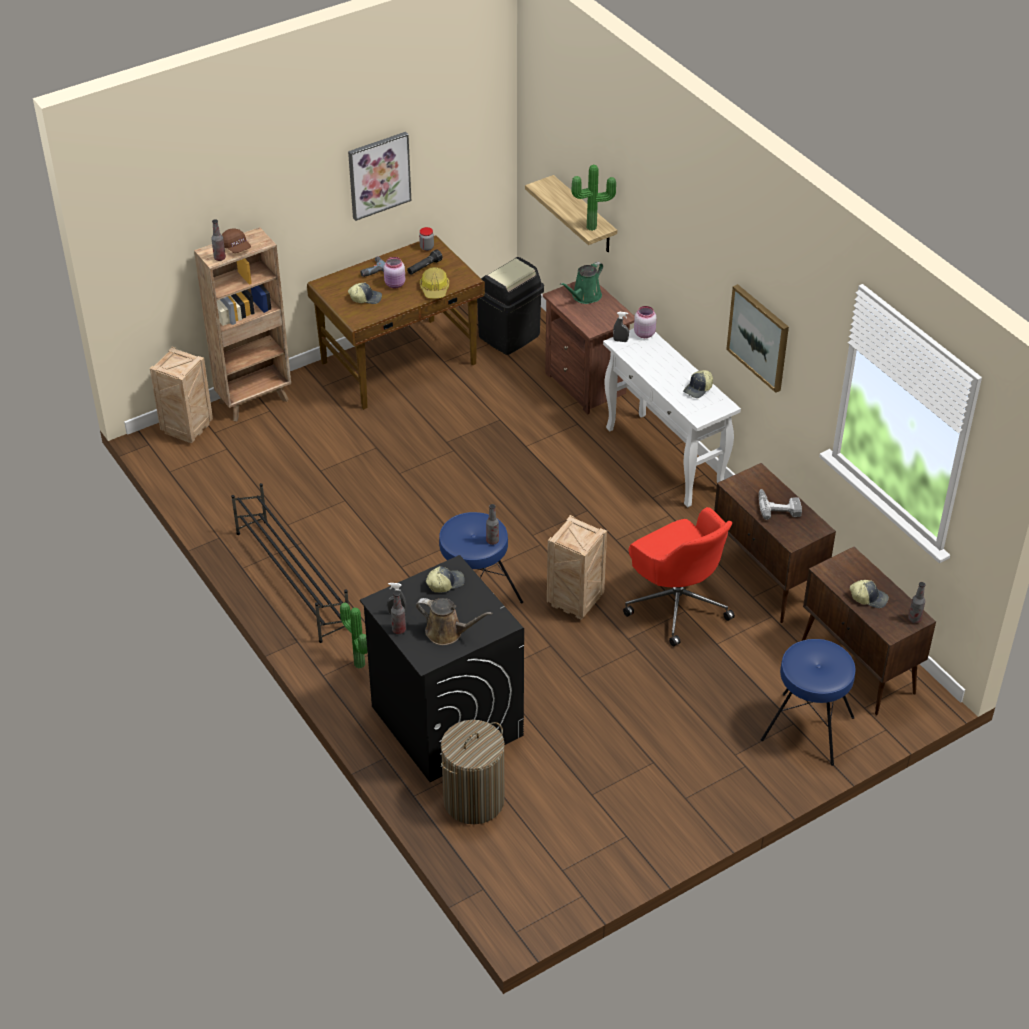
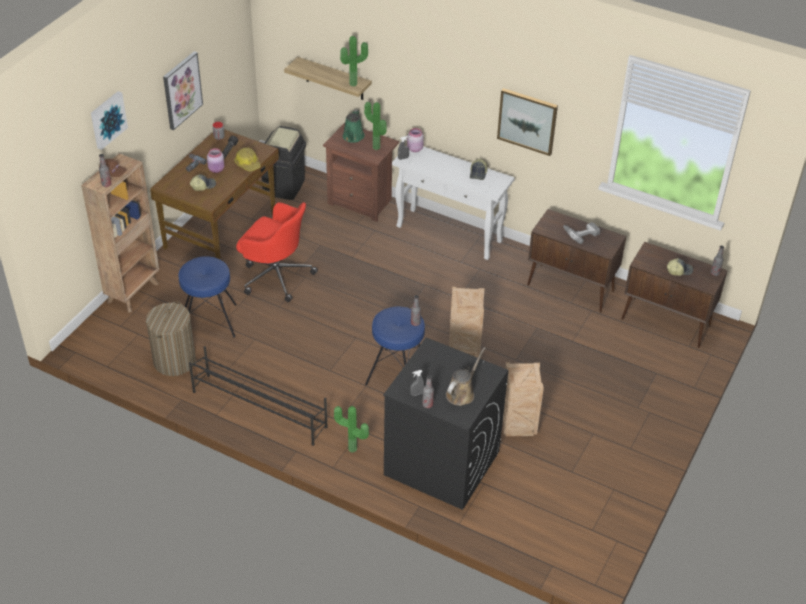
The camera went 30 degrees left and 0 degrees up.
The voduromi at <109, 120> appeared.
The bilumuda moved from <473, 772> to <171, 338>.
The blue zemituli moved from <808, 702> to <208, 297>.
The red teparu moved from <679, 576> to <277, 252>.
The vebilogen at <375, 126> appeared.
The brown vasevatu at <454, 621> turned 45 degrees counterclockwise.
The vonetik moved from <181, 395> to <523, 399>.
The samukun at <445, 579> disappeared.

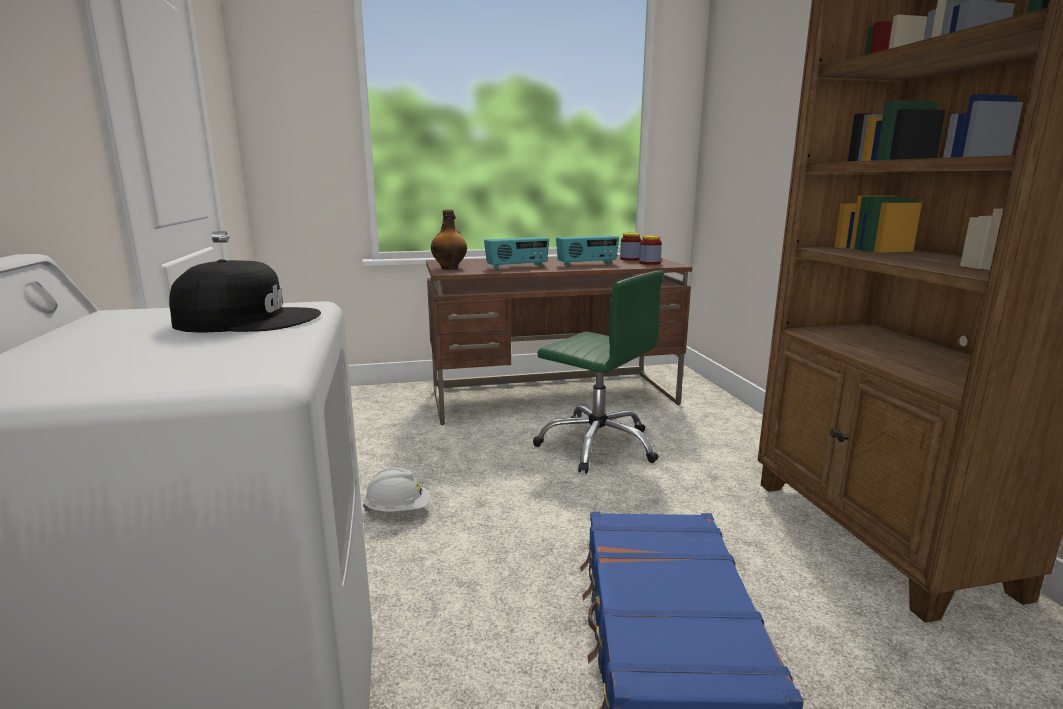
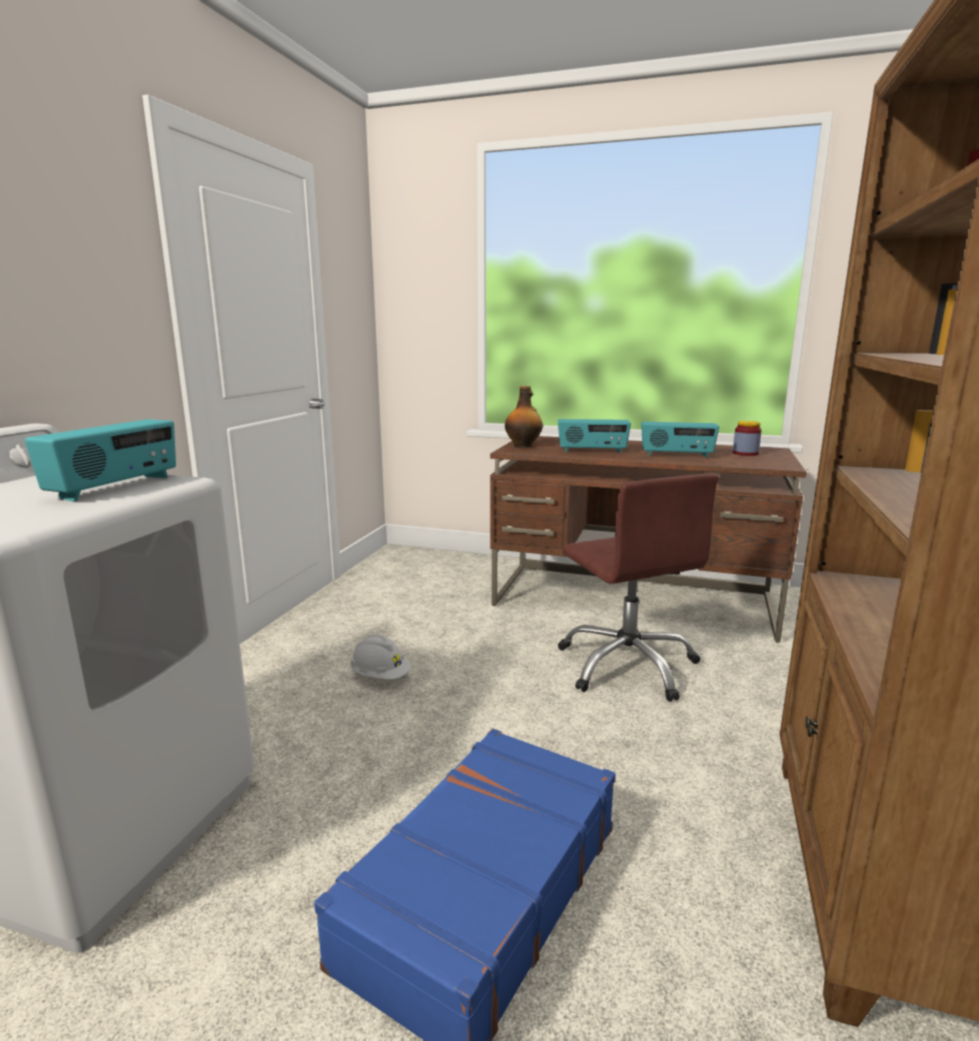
The camera went 30 degrees right and 0 degrees up.
The black samukun at <245, 296> was replaced by the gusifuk at <100, 460>.
The green teparu at <598, 372> became the brown teparu at <638, 588>.
The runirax at <650, 250> disappeared.

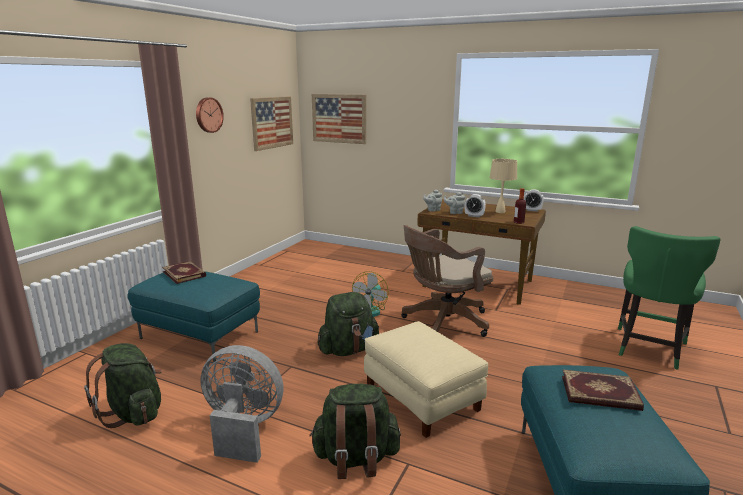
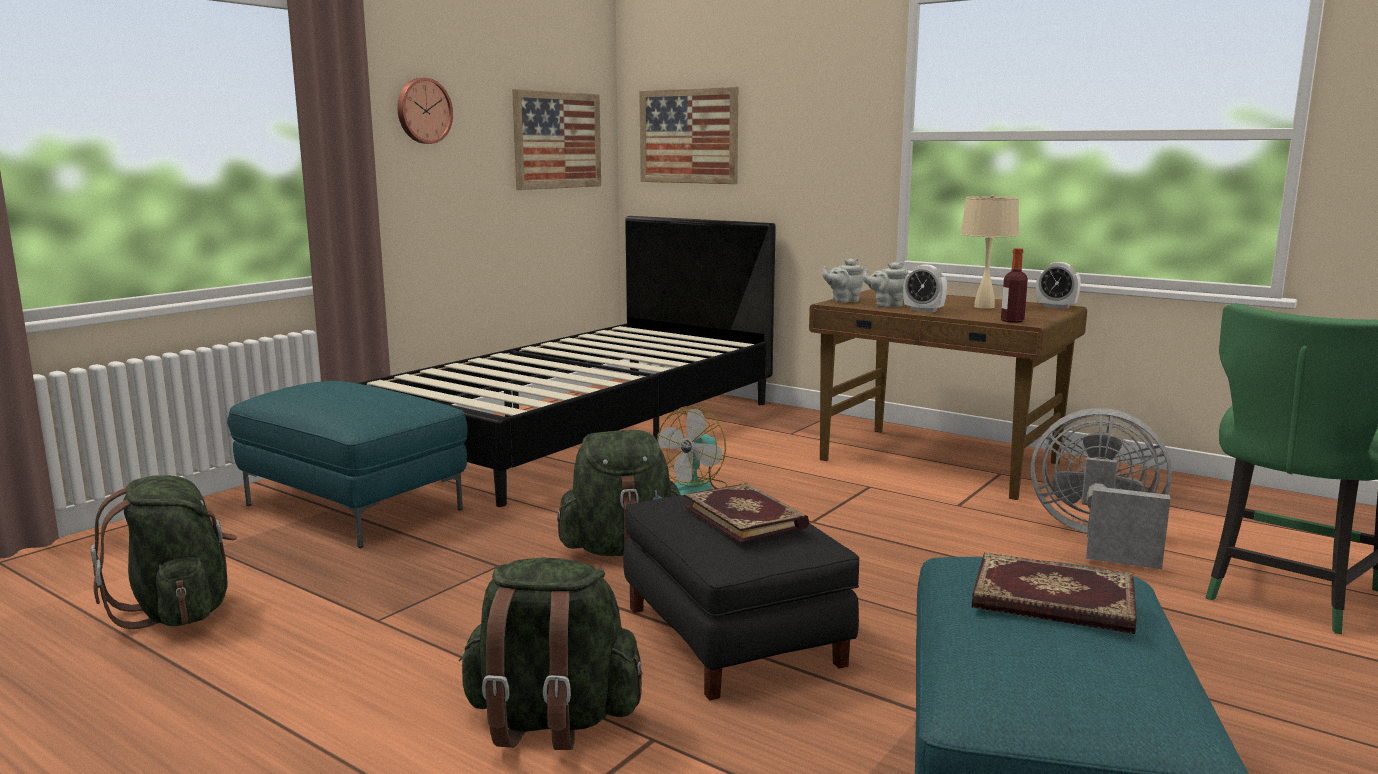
The camera went 10 degrees right and 5 degrees down.
The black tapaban at <567, 361> appeared.
The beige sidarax at <426, 379> became the black sidarax at <741, 597>.
The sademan moved from <184, 272> to <746, 513>.
The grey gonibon moved from <242, 404> to <1101, 488>.
The brown teparu at <447, 281> disappeared.

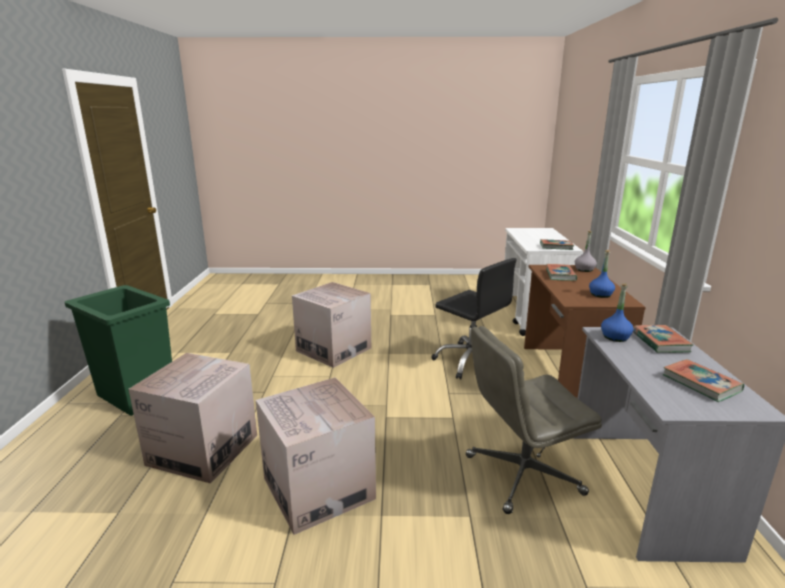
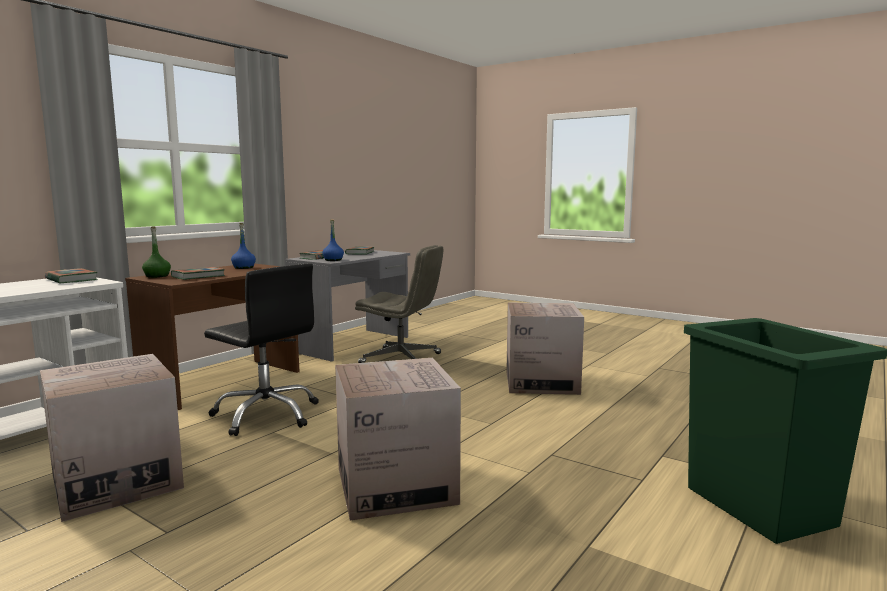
The camera went 145 degrees left and 10 degrees down.
The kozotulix moved from <192, 418> to <112, 438>.
The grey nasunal at <586, 251> became the green nasunal at <156, 252>.
The black teparu at <474, 319> turned 135 degrees clockwise.

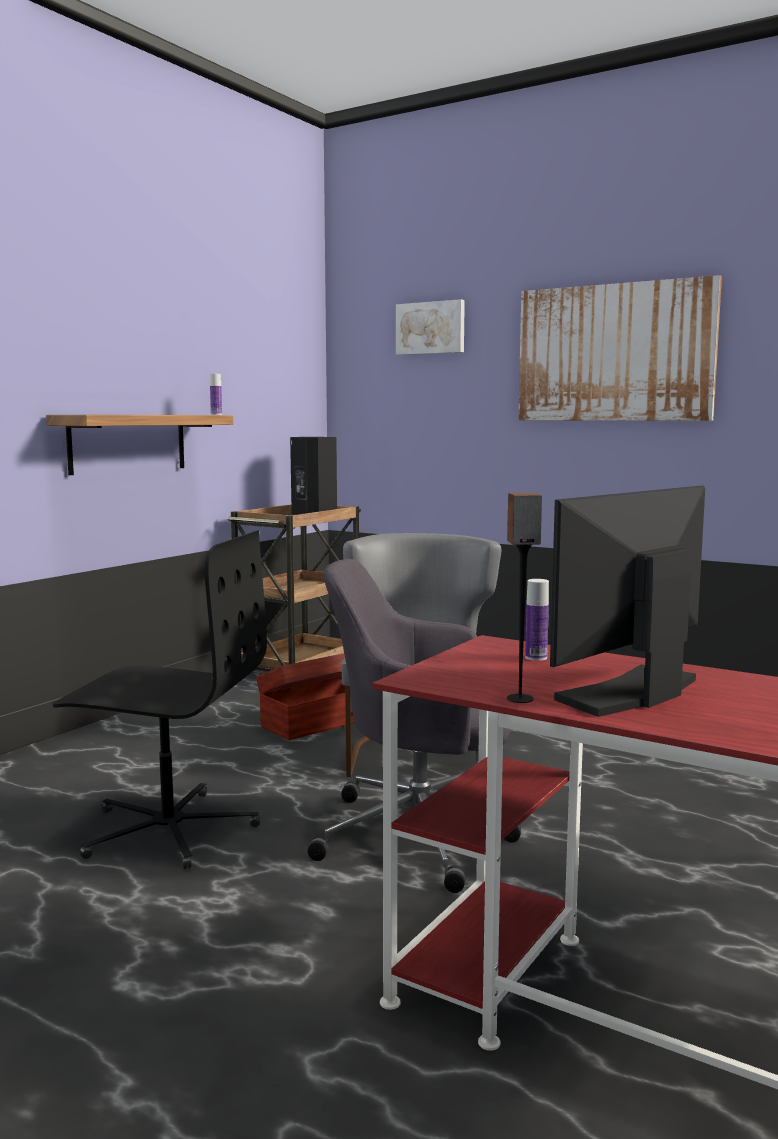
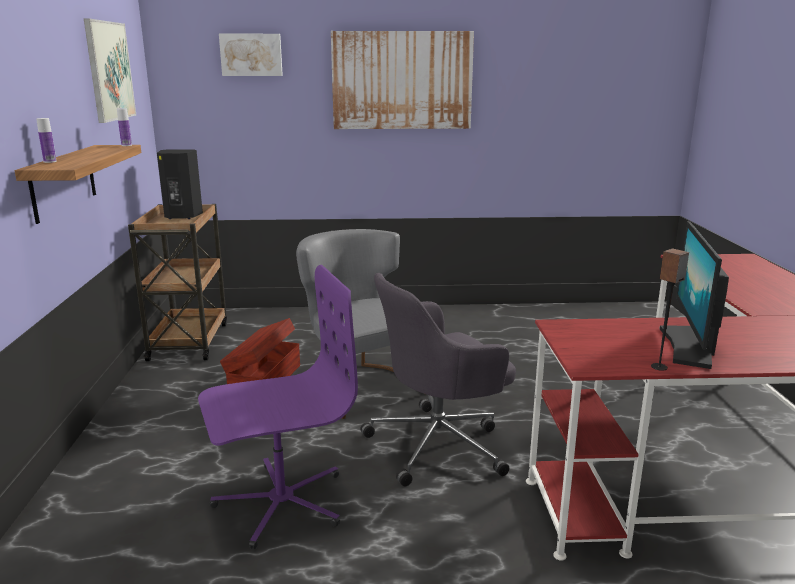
The camera went 35 degrees left and 10 degrees up.
The nasunal moved from <537, 620> to <46, 140>.
The voduromi at <110, 71> appeared.
The black teparu at <160, 699> became the purple teparu at <278, 407>.

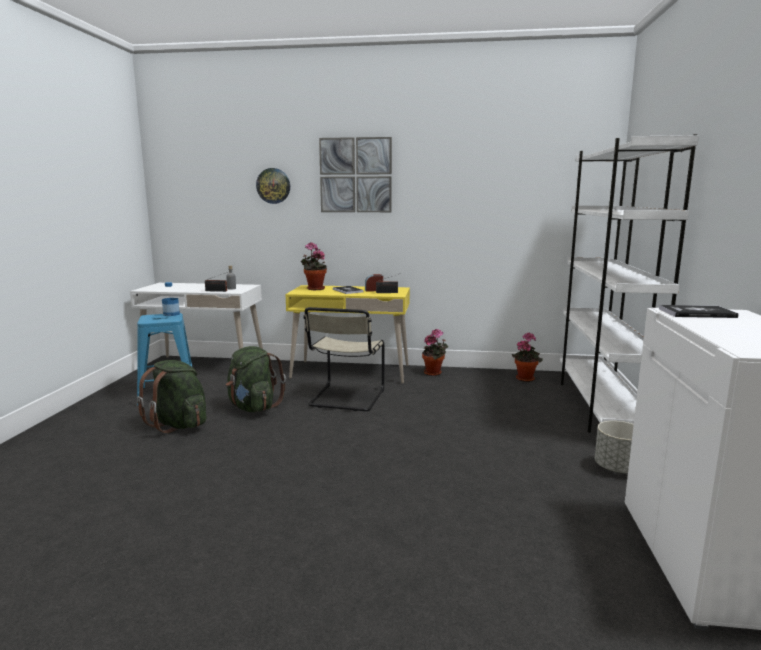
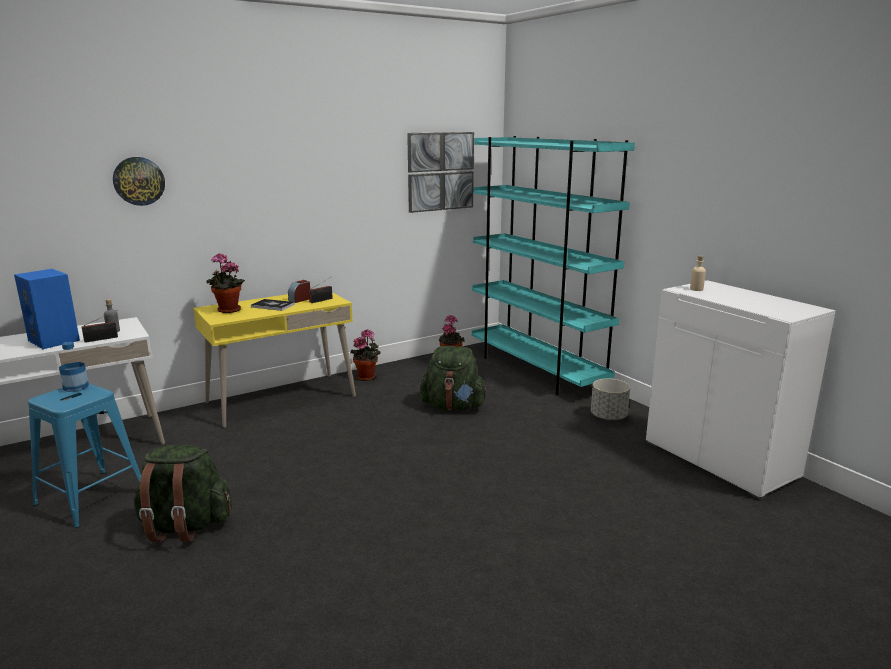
The camera went 40 degrees left and 5 degrees up.
The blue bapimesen at <47, 309> appeared.
The voduromi moved from <355, 174> to <440, 172>.
The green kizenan moved from <256, 379> to <453, 378>.
The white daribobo at <629, 283> became the turquoise daribobo at <553, 265>.
The sademan at <699, 311> was replaced by the beige nasunal at <698, 273>.
The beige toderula at <343, 359> disappeared.

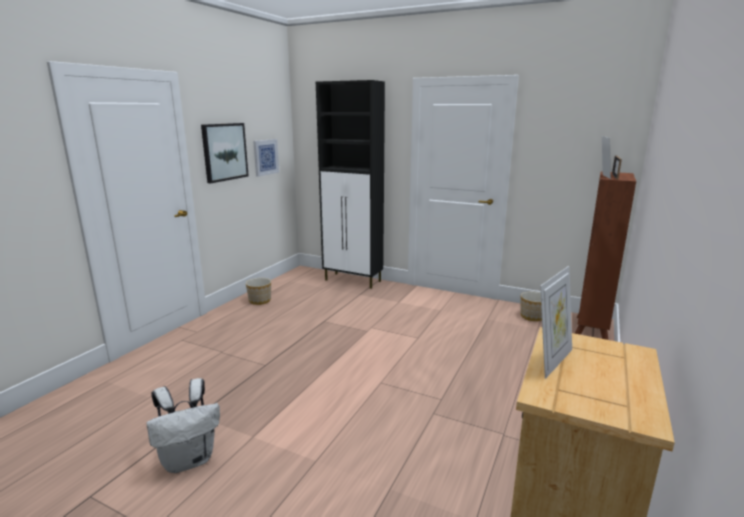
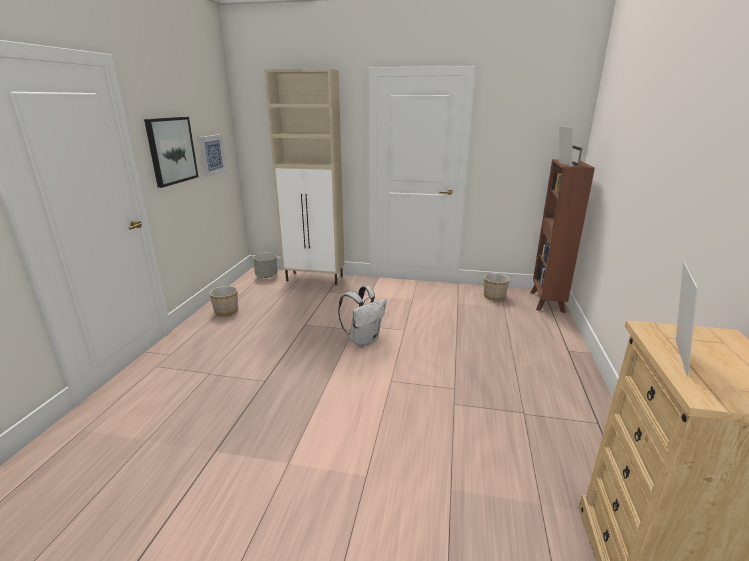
The camera went 15 degrees left and 5 degrees up.
The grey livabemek at <265, 265> appeared.
The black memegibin at <350, 184> became the beige memegibin at <304, 177>.
The white kizenan moved from <183, 425> to <362, 316>.

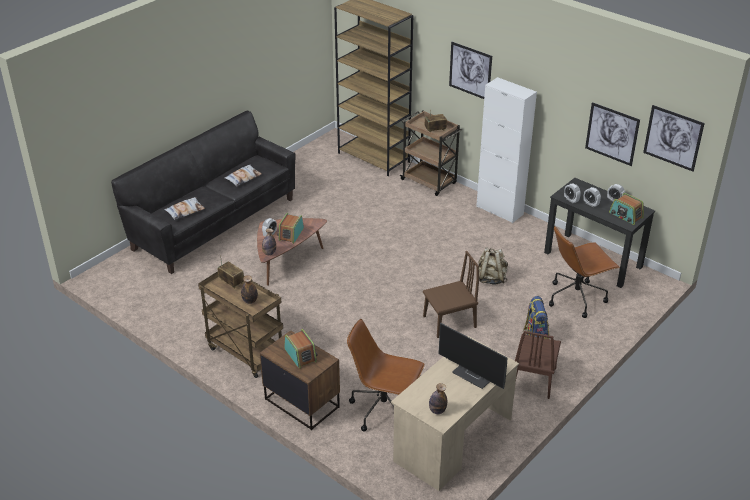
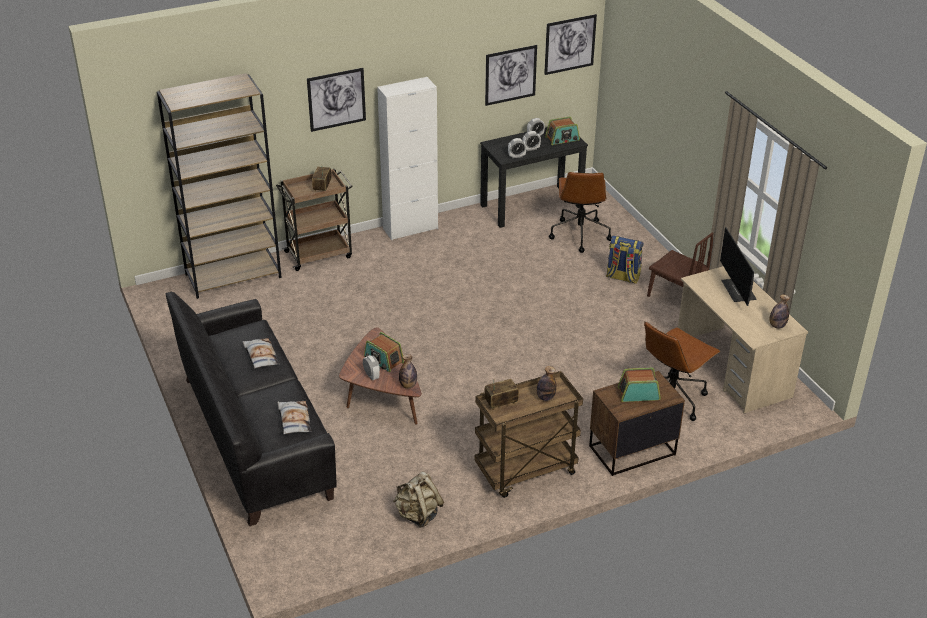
The camera went 65 degrees left and 0 degrees up.
The beige kizenan moved from <493, 266> to <418, 499>.
The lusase at <472, 356> turned 105 degrees clockwise.
The brown toderula at <451, 294> disappeared.

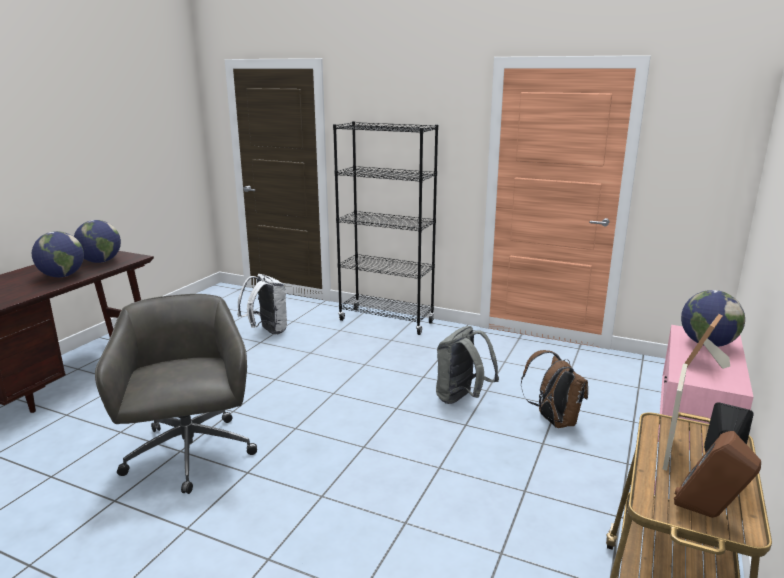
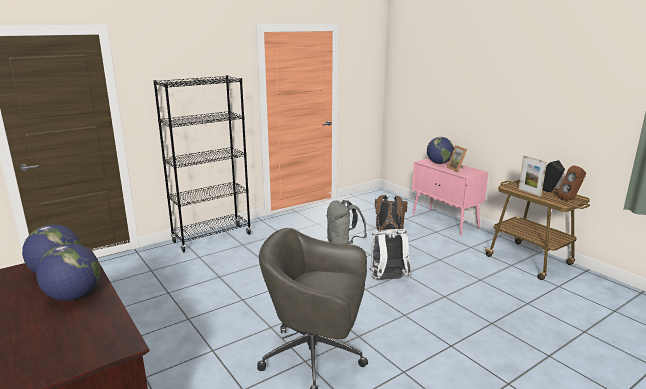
The camera went 60 degrees left and 0 degrees up.
The white kizenan moved from <262, 304> to <391, 254>.

